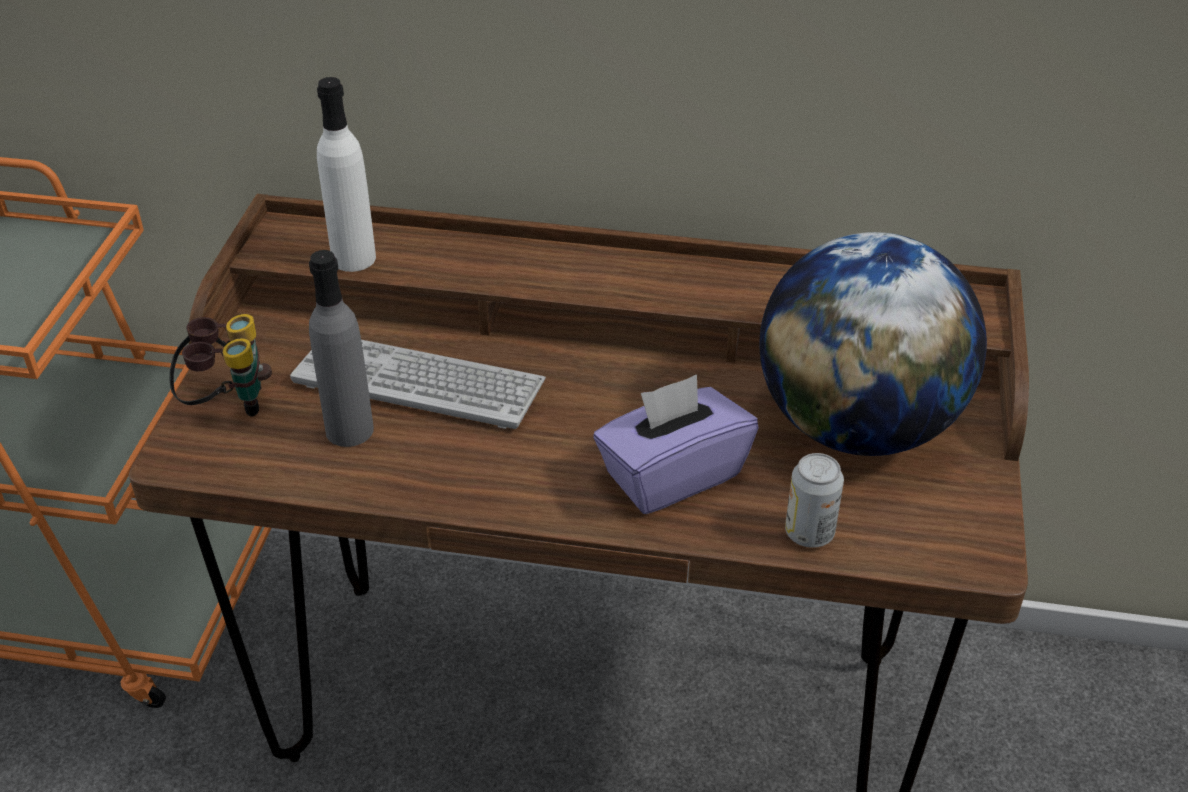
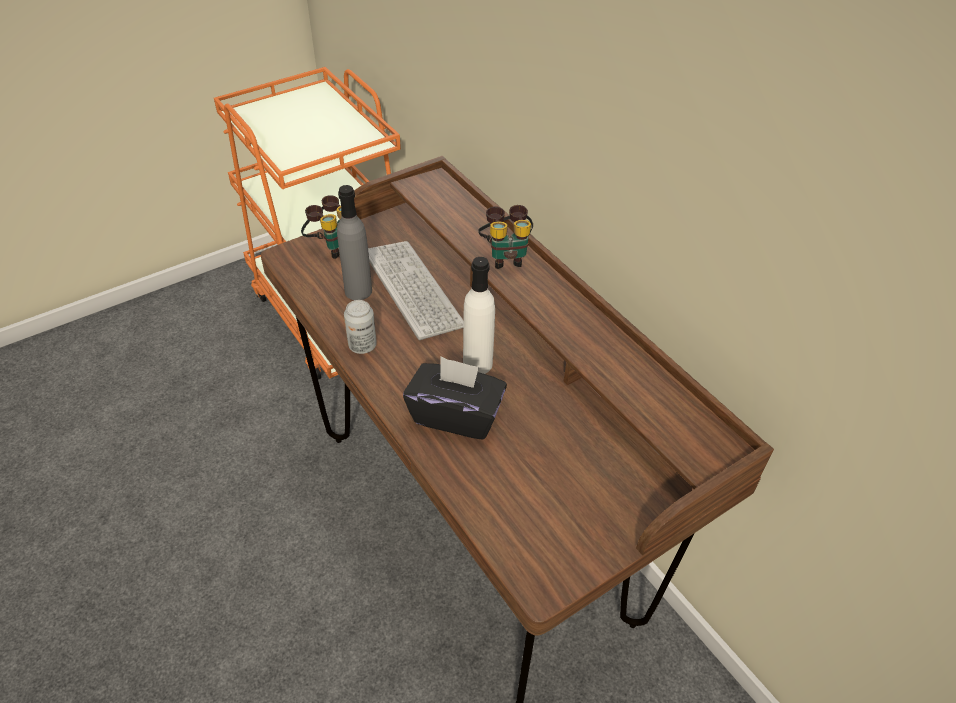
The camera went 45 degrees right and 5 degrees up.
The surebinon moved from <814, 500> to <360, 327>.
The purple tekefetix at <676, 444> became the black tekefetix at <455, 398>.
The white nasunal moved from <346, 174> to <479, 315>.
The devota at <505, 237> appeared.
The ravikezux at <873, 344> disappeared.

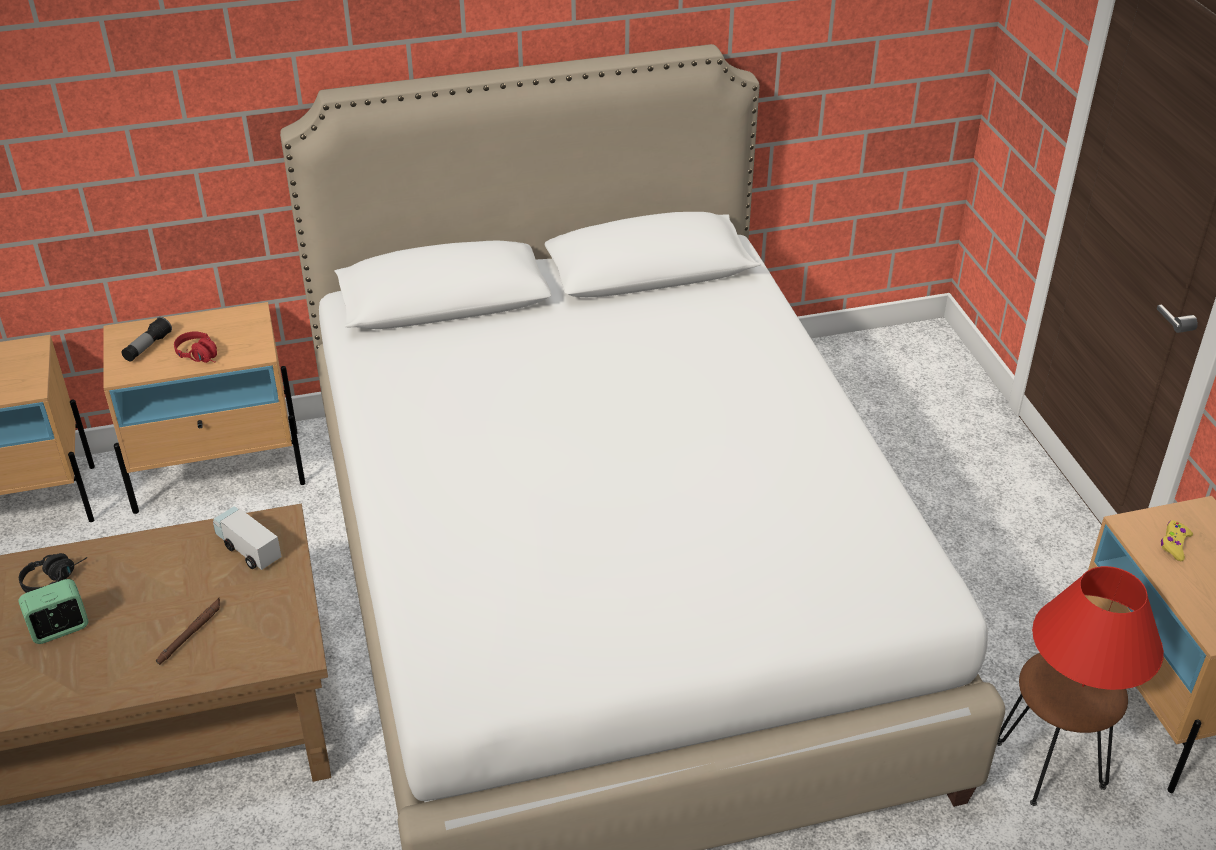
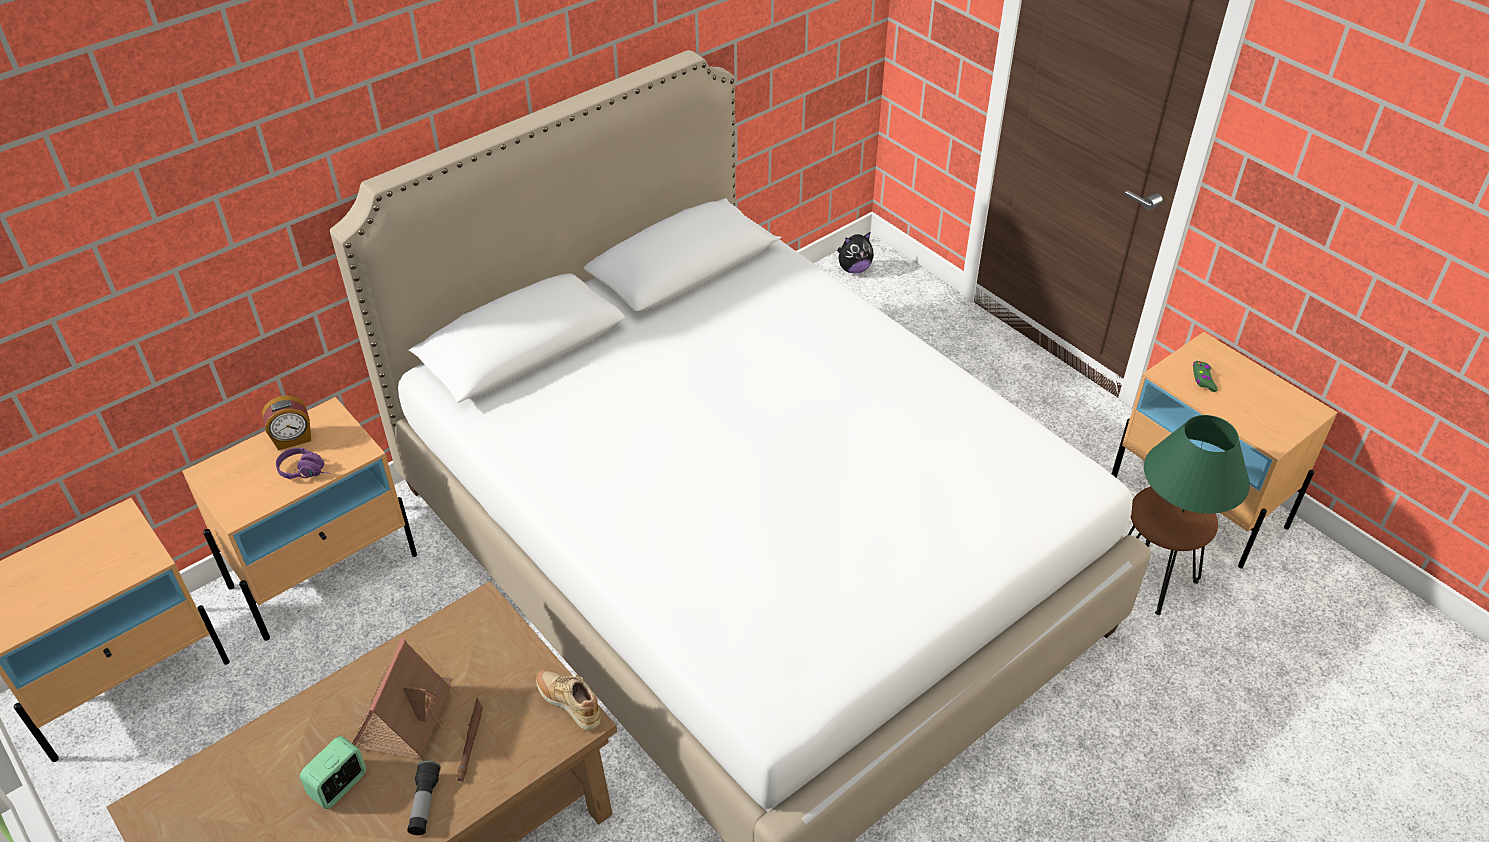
The camera went 25 degrees left and 5 degrees up.
The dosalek at <286, 423> appeared.
The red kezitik at <195, 347> became the purple kezitik at <303, 463>.
The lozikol at <402, 698> appeared.
The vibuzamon moved from <146, 339> to <424, 798>.
The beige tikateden at <568, 700> appeared.
The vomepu at <855, 252> appeared.
The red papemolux at <1098, 628> became the green papemolux at <1197, 464>.
The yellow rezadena at <1177, 540> became the green rezadena at <1205, 376>.
The black kezitik at <53, 573> disappeared.
The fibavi at <247, 538> disappeared.

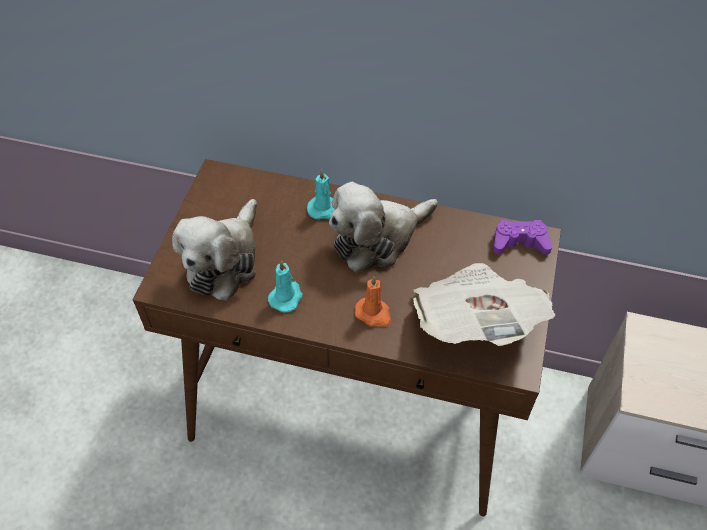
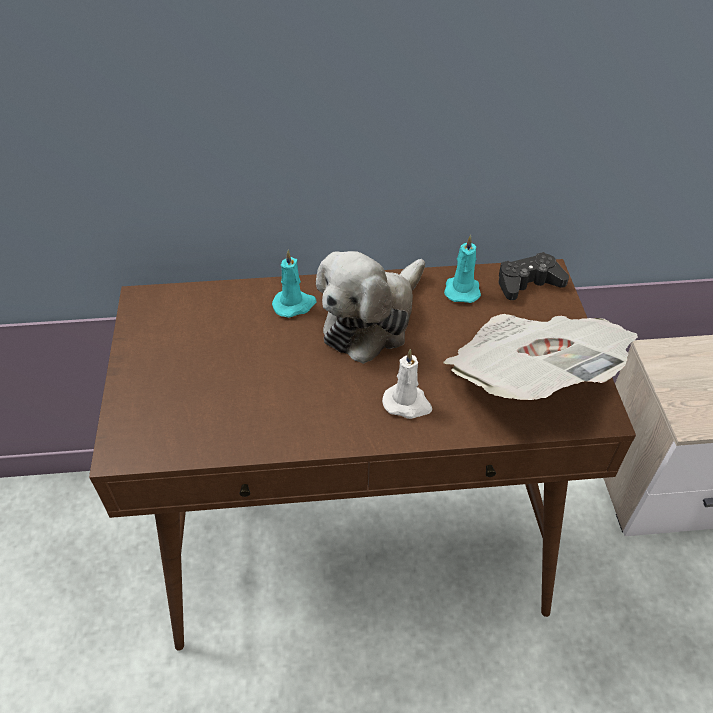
The camera went 20 degrees left and 5 degrees down.
The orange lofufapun at <373, 301> became the white lofufapun at <407, 384>.
The turquoise lofufapun moved from <285, 286> to <462, 269>.
The purple rezadena at <522, 237> became the black rezadena at <534, 276>.
The vomepu at <214, 250> disappeared.

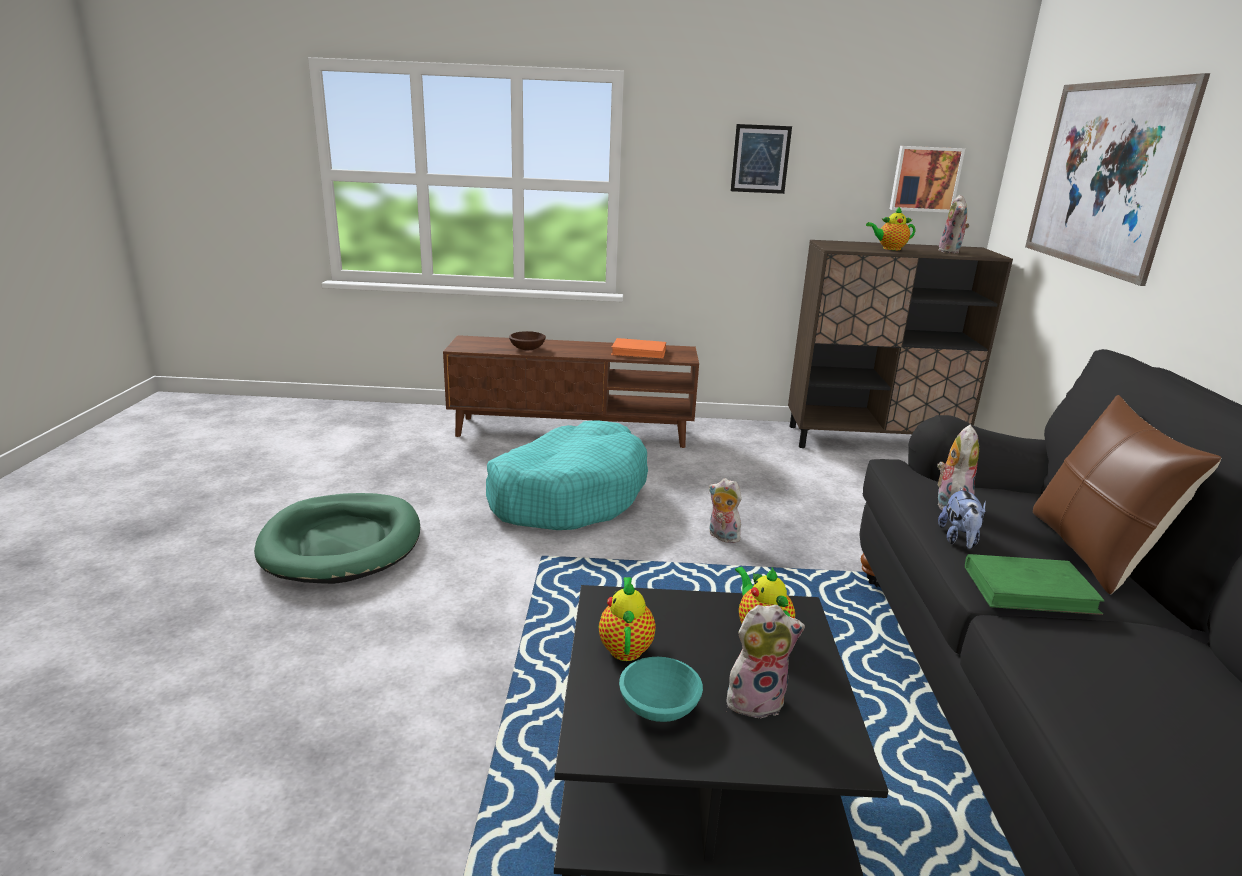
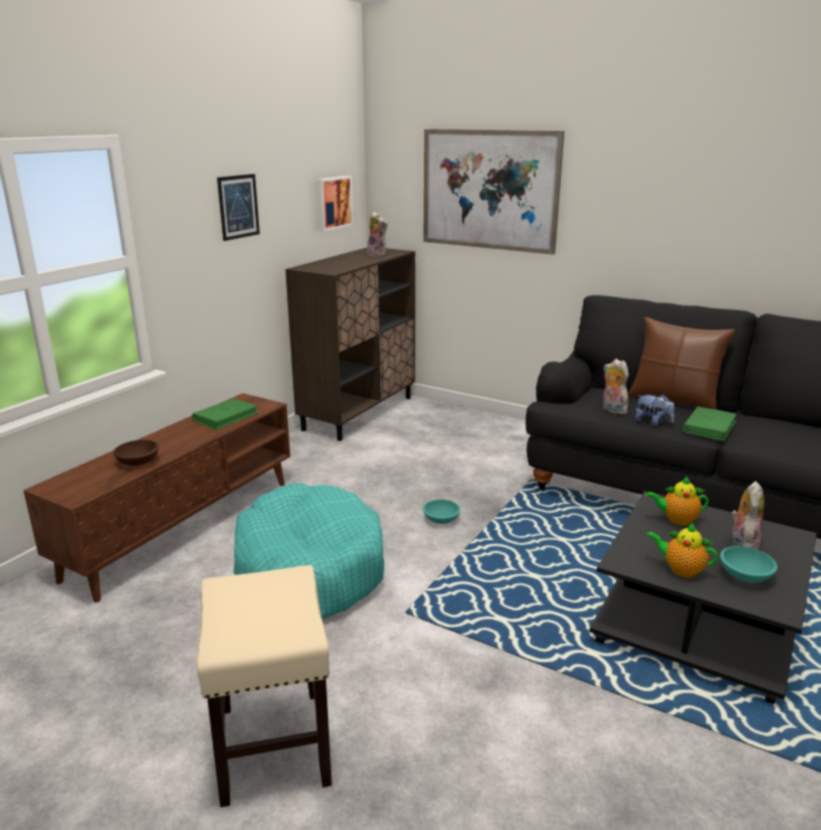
The camera went 60 degrees left and 0 degrees up.
The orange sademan at <638, 348> became the green sademan at <225, 414>.
The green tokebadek at <337, 538> was replaced by the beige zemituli at <264, 686>.
The vomepu at <725, 510> was replaced by the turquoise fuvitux at <441, 512>.
The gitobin at <890, 228> disappeared.

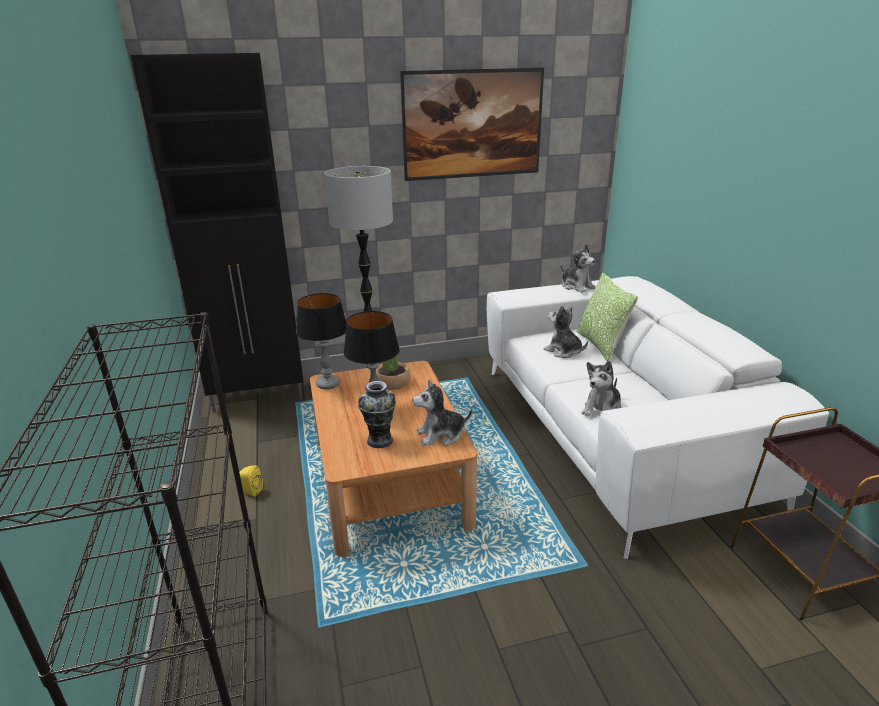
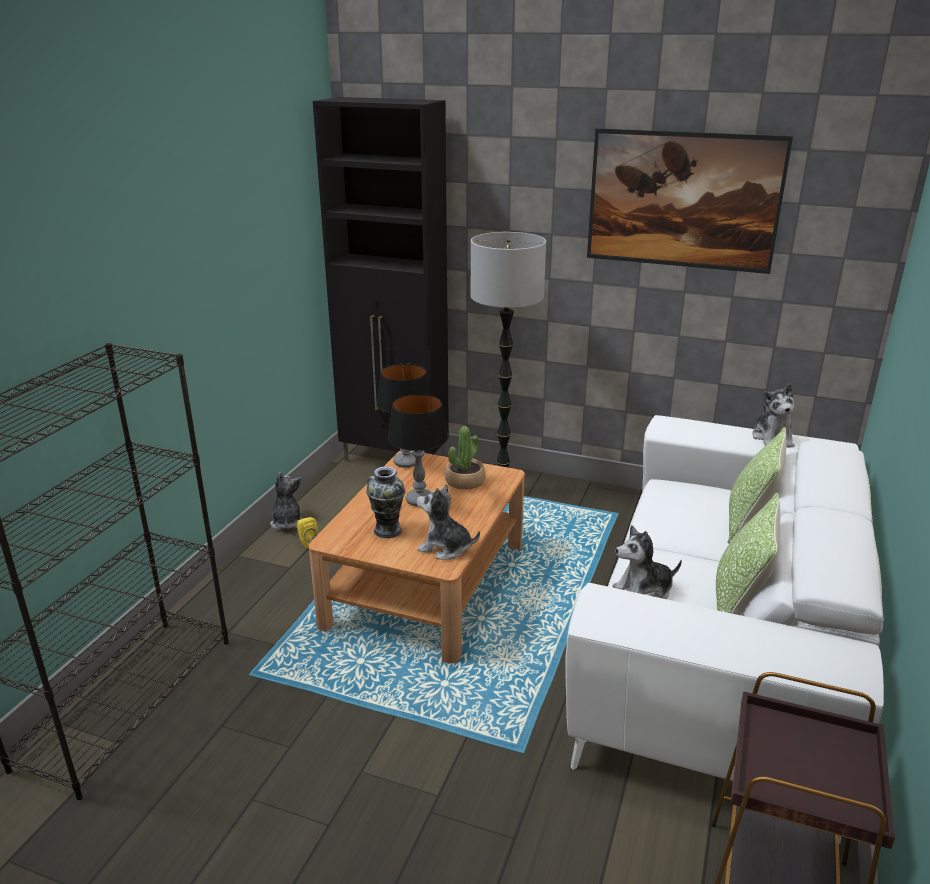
The camera went 35 degrees right and 0 degrees up.
The vomepu moved from <566, 331> to <287, 501>.
The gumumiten at <748, 553> appeared.

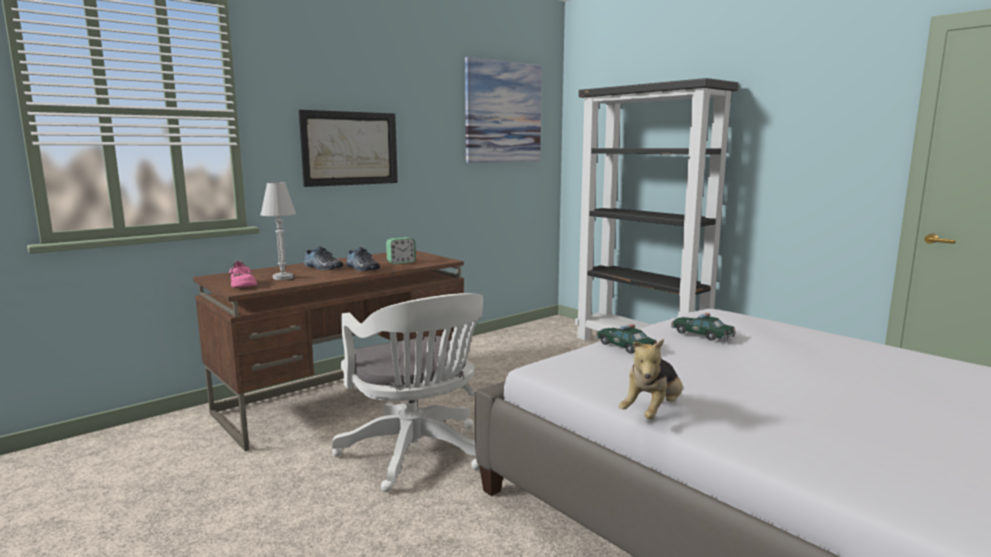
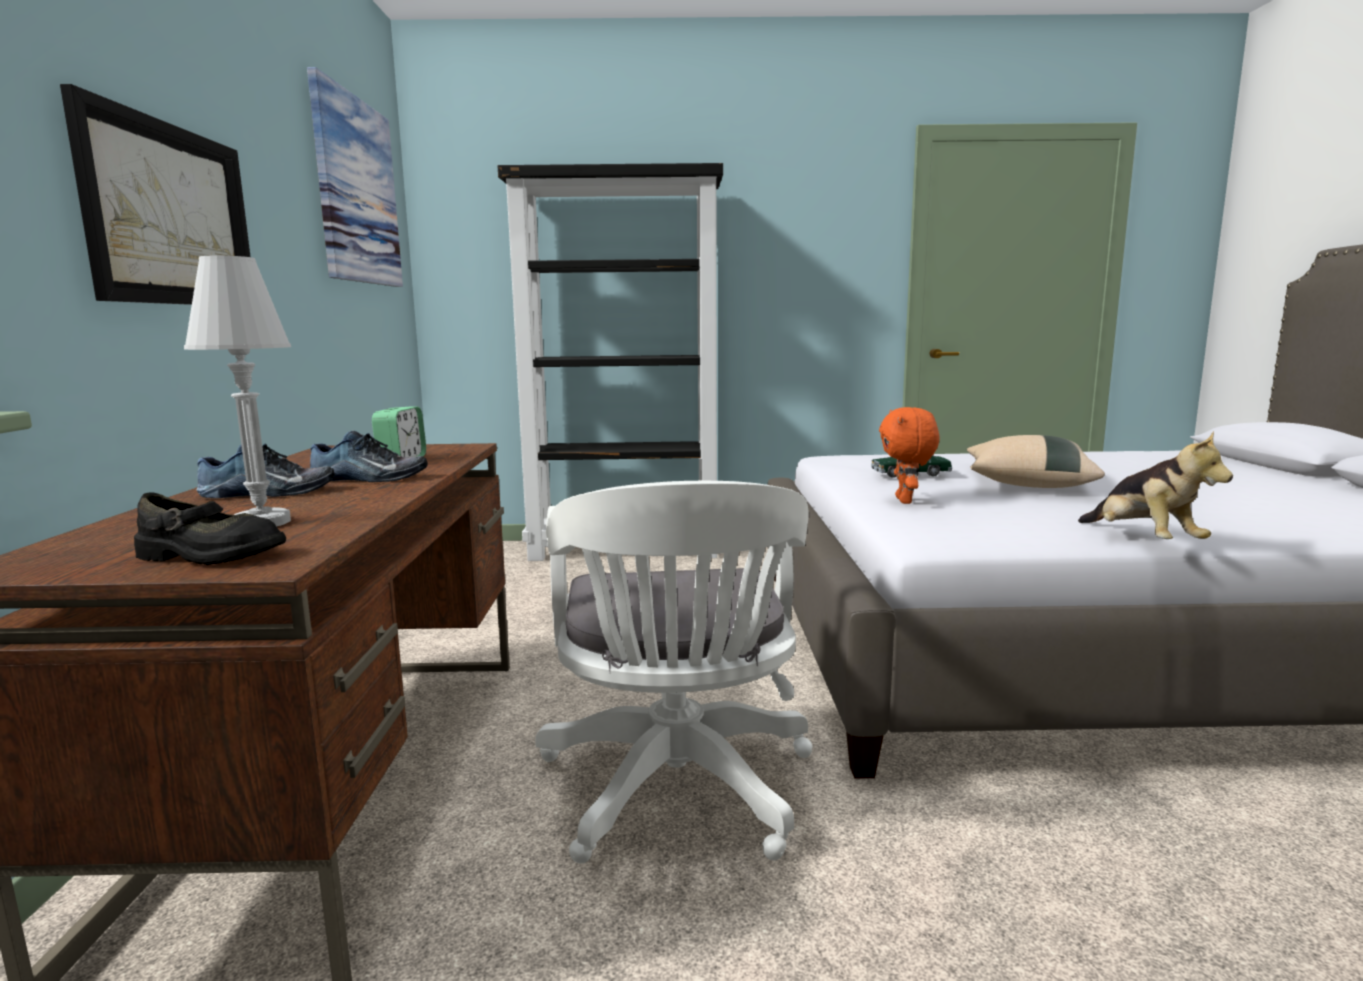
The camera went 50 degrees left and 0 degrees up.
The pink tikateden at <243, 274> became the black tikateden at <210, 528>.
The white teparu at <407, 392> turned 75 degrees clockwise.
The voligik at <626, 339> was replaced by the orange vomepu at <909, 455>.
The beige gumumiten at <1036, 461> appeared.

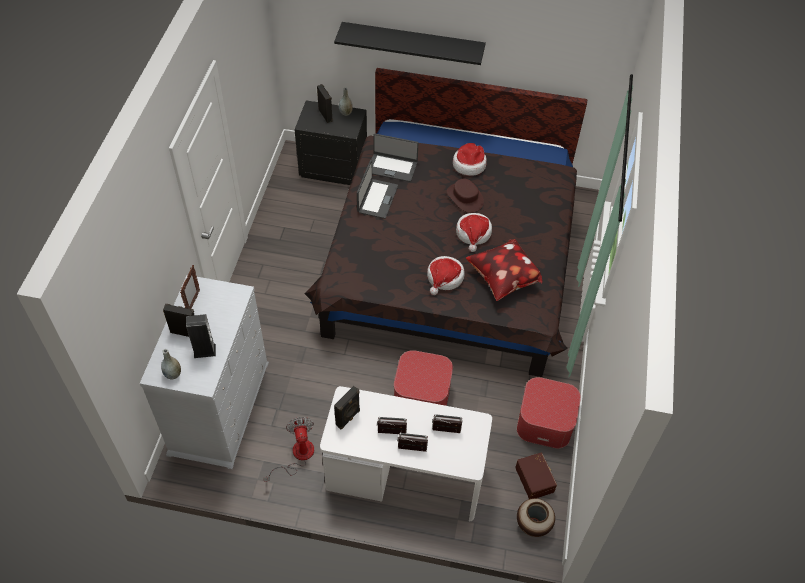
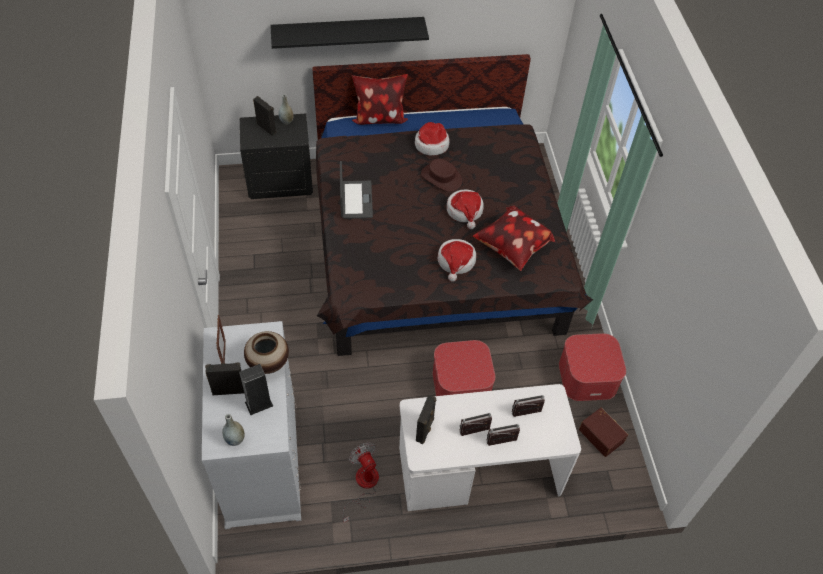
The camera went 20 degrees left and 0 degrees up.
The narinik moved from <536, 517> to <266, 352>.
The gumumiten at <380, 99> appeared.
The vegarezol at <394, 157> disappeared.

